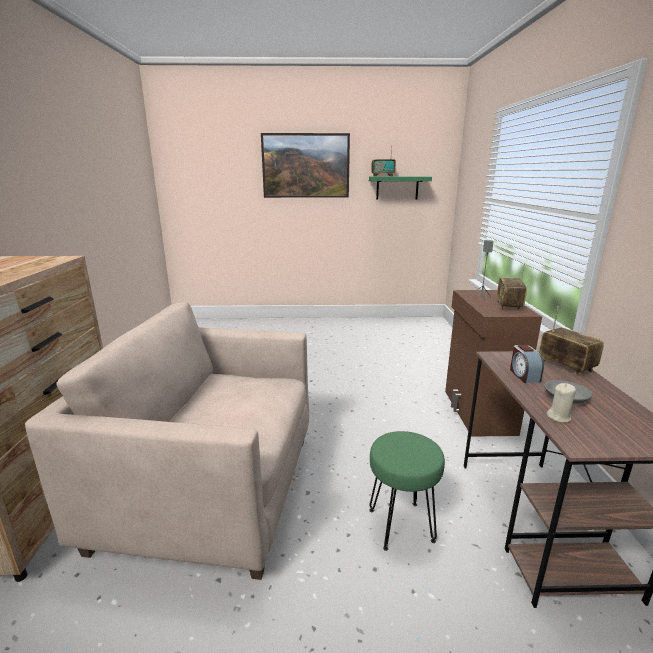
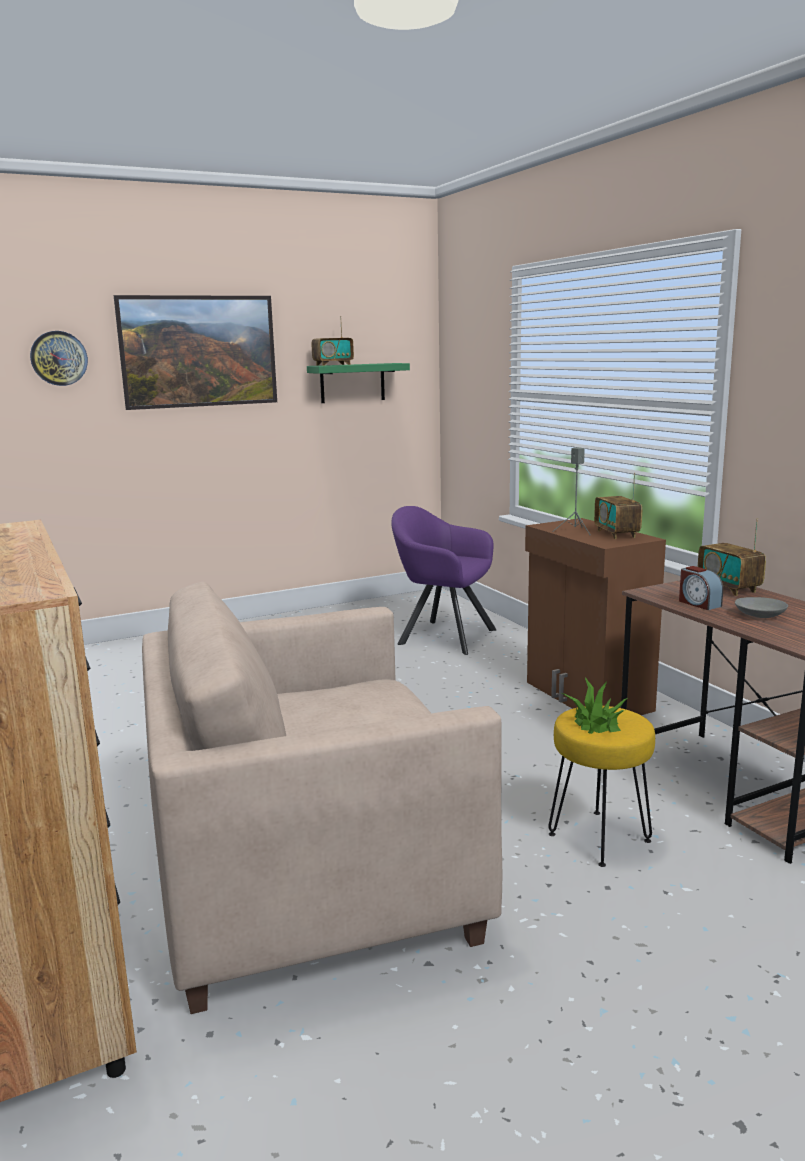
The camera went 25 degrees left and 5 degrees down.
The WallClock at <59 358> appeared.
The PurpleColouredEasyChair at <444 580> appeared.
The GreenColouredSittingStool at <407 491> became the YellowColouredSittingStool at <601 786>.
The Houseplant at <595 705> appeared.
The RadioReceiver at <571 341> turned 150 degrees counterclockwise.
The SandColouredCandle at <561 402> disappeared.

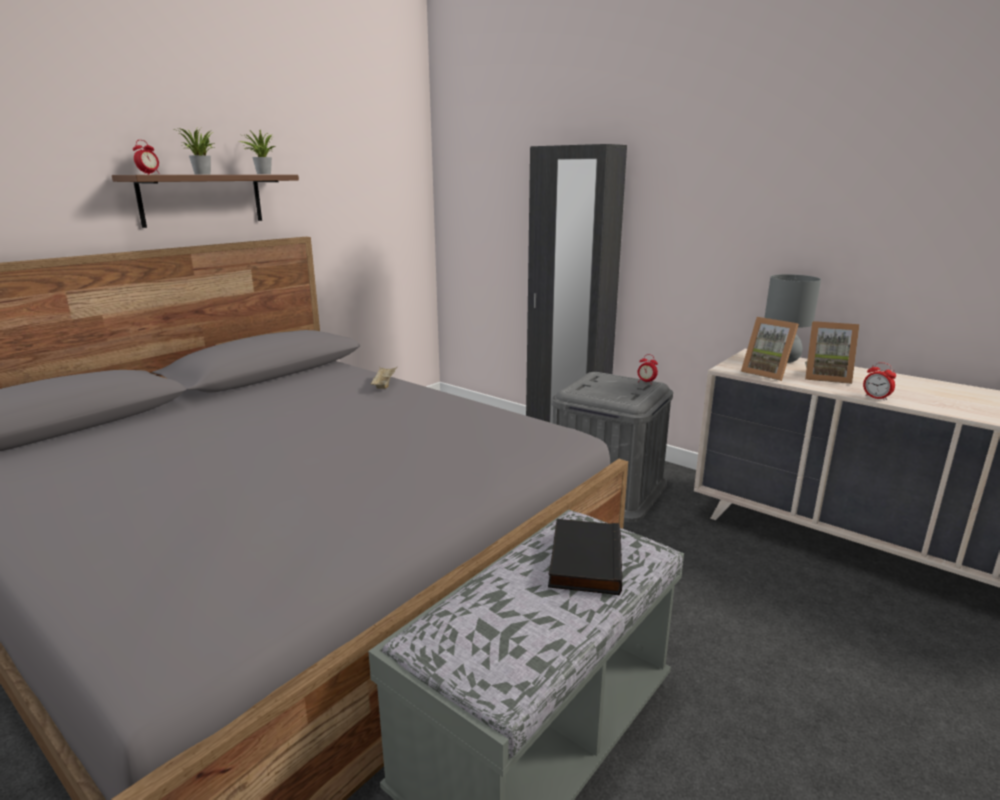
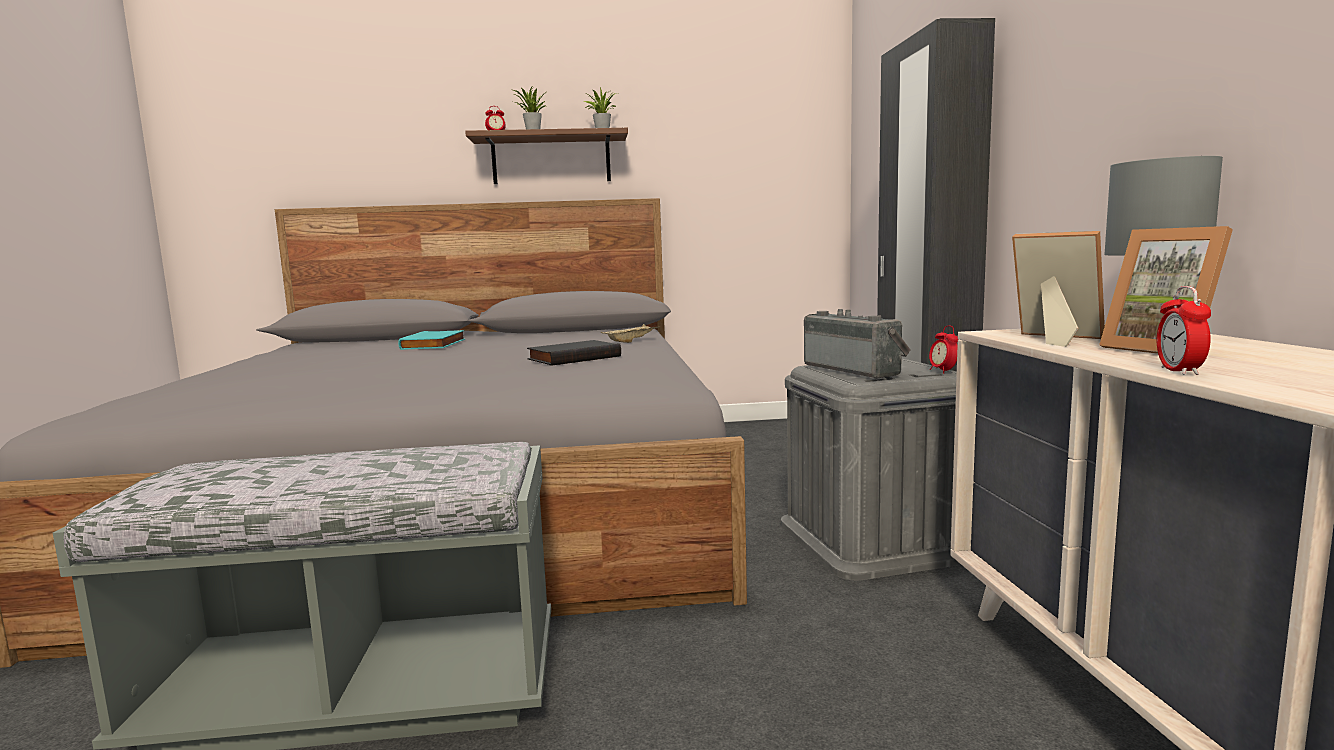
The camera went 45 degrees right and 10 degrees down.
The TurquoiseBook at <431 340> appeared.
The BlackColouredBook moved from <585 557> to <574 353>.
The RadioReceiver at <857 344> appeared.
The PhotoFrame at <770 349> turned 135 degrees clockwise.

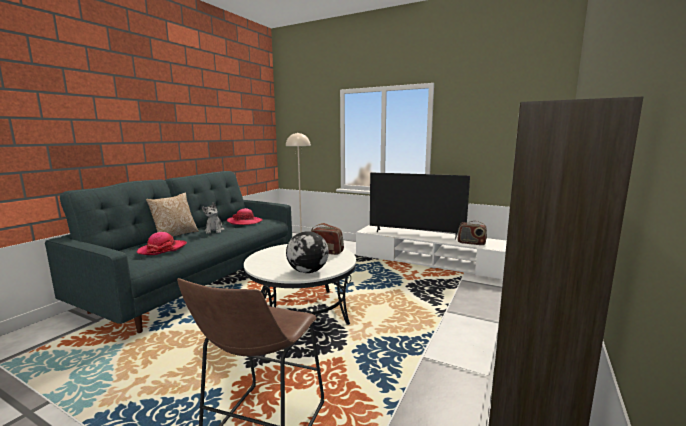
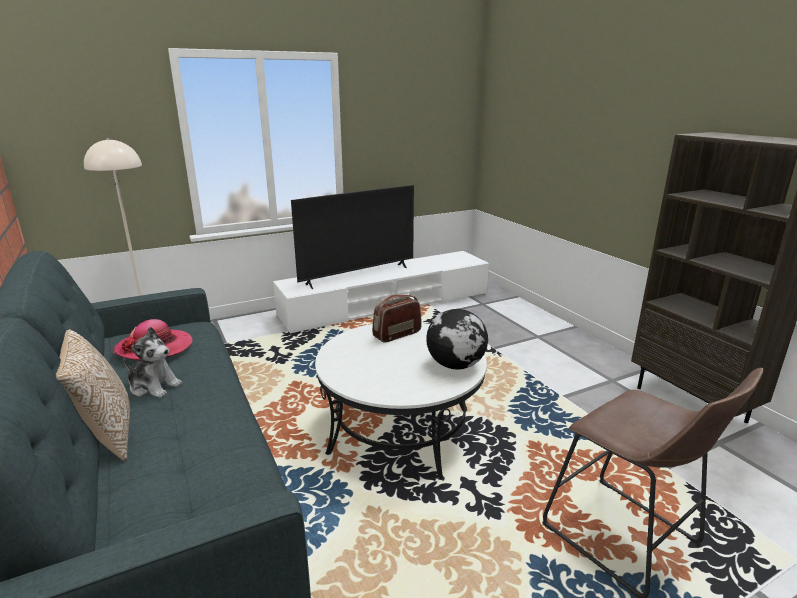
The camera went 55 degrees left and 10 degrees up.
The WearableHat at <162 243> disappeared.
The RadioReceiver at <472 233> disappeared.

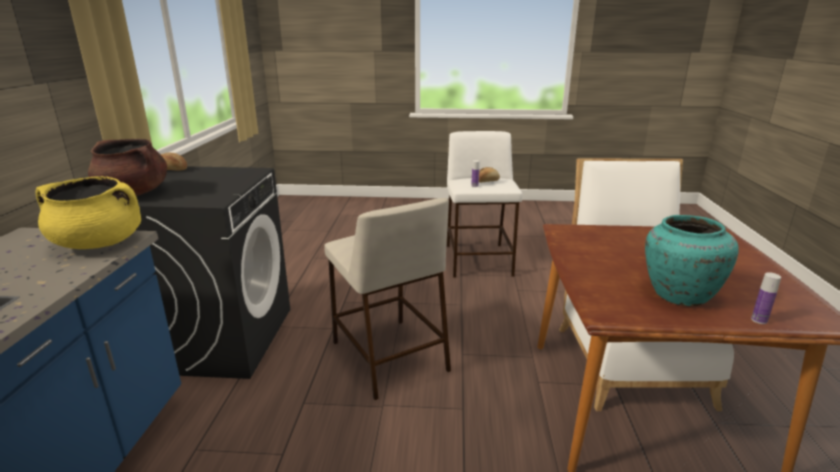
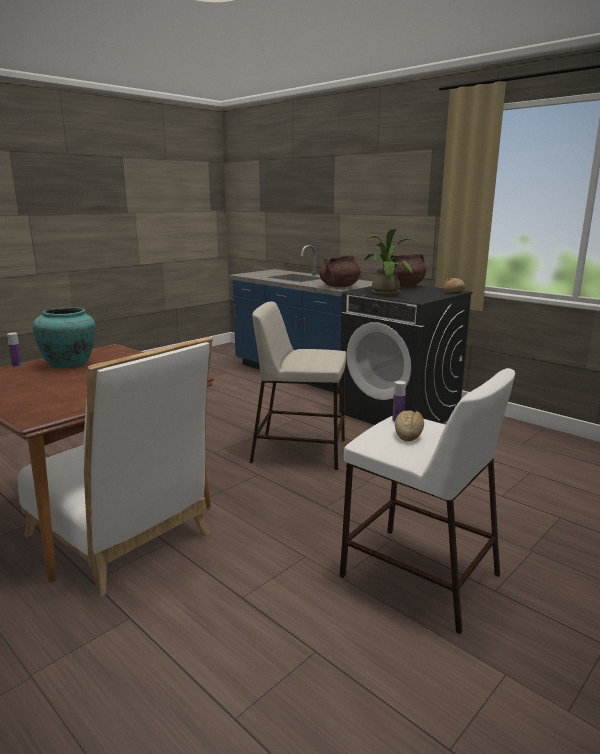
The camera went 130 degrees right and 5 degrees down.
The YellowColouredCookingPot at <88 212> became the BrownCookingPot at <340 271>.
The Houseplant at <390 262> appeared.

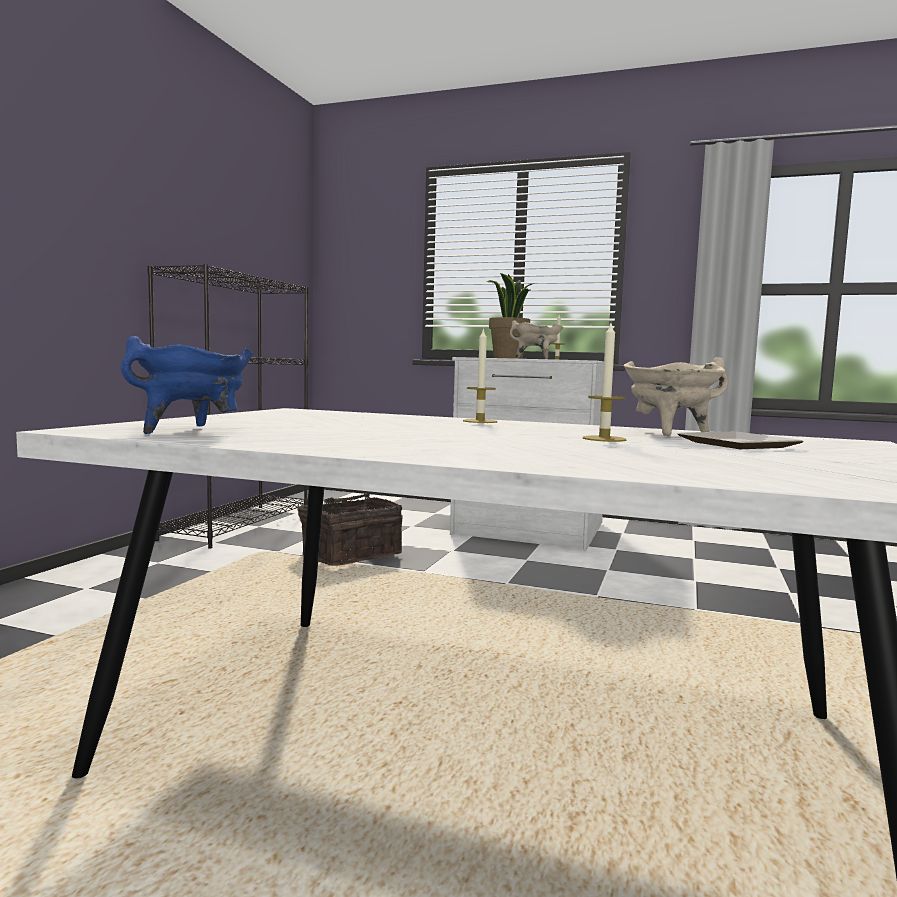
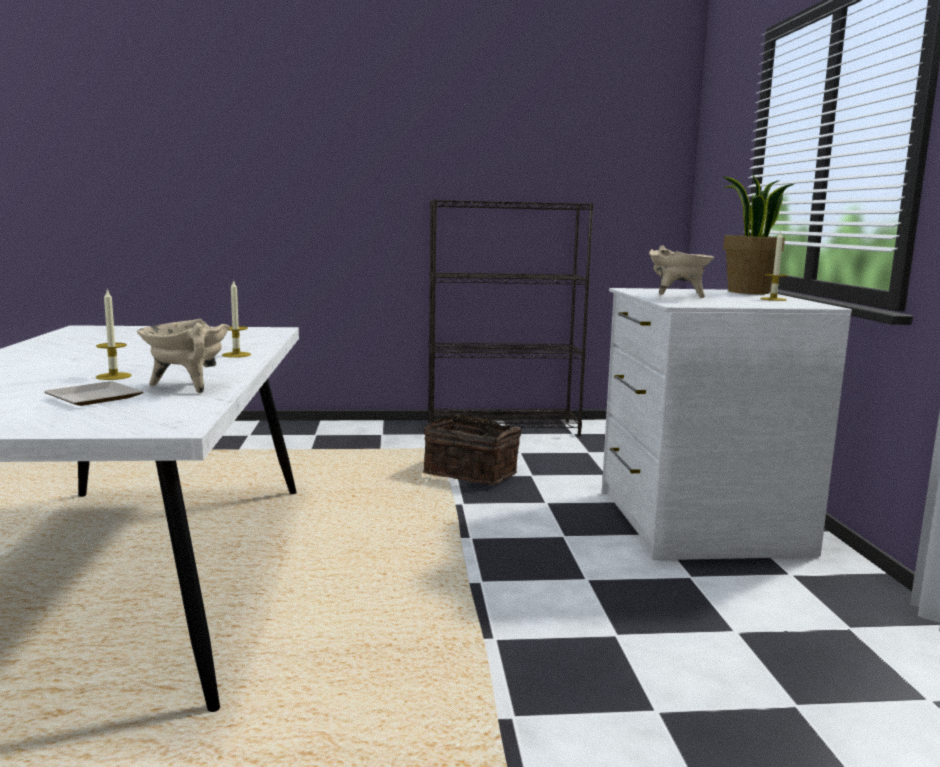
The camera went 65 degrees right and 5 degrees up.
The BluishCookingPot at <187 385> disappeared.

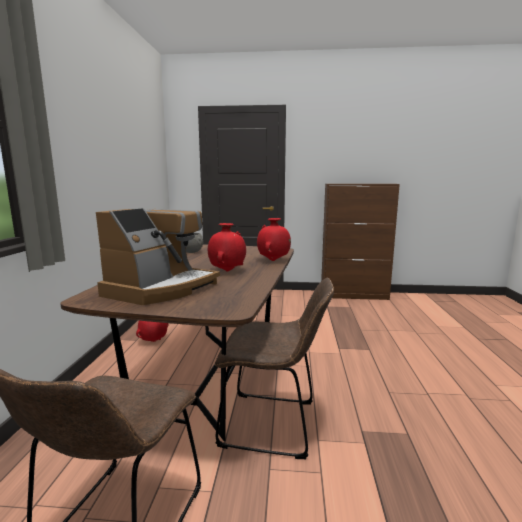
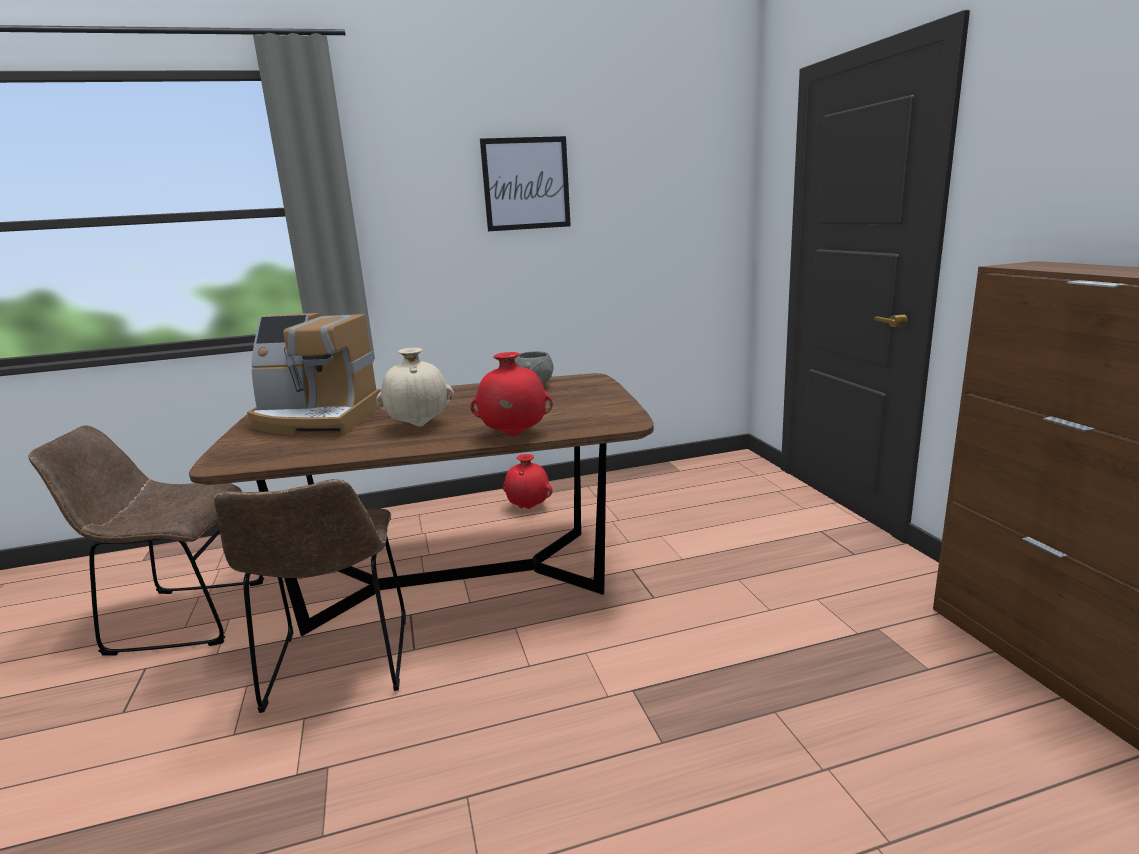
The camera went 70 degrees right and 5 degrees up.
The RedColouredDecorativeVase at <227 247> became the SandColouredDecorativeVase at <415 387>.
The Picture at <525 183> appeared.

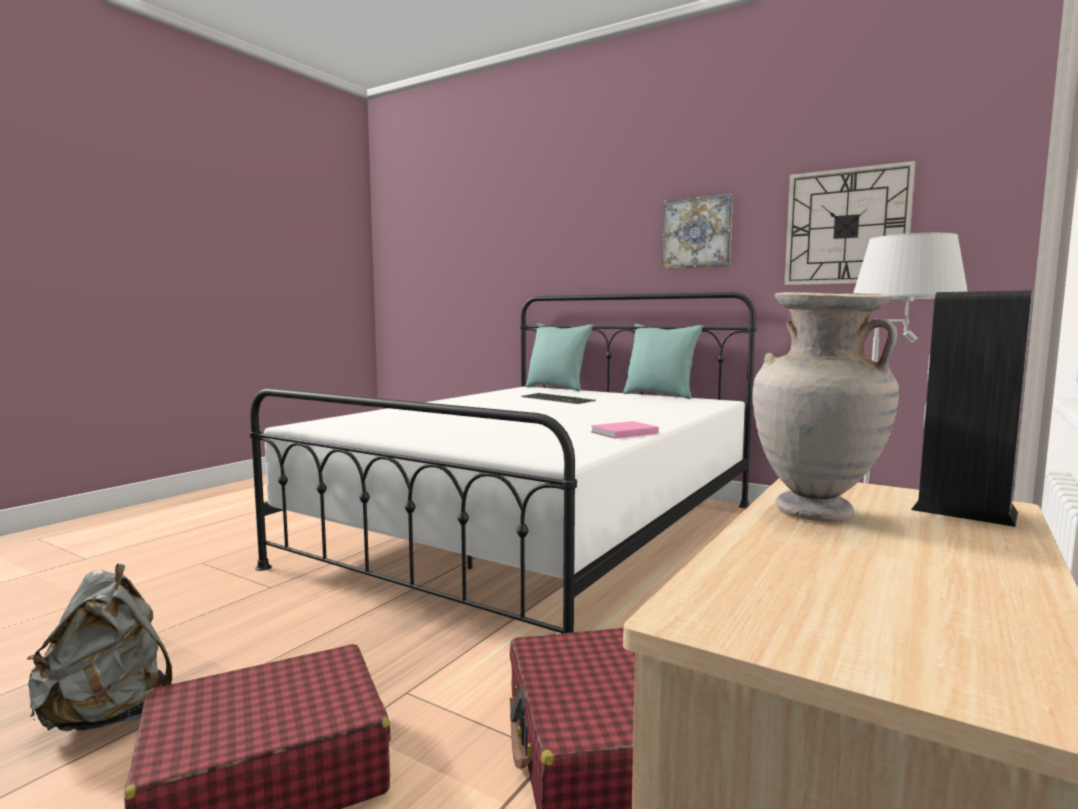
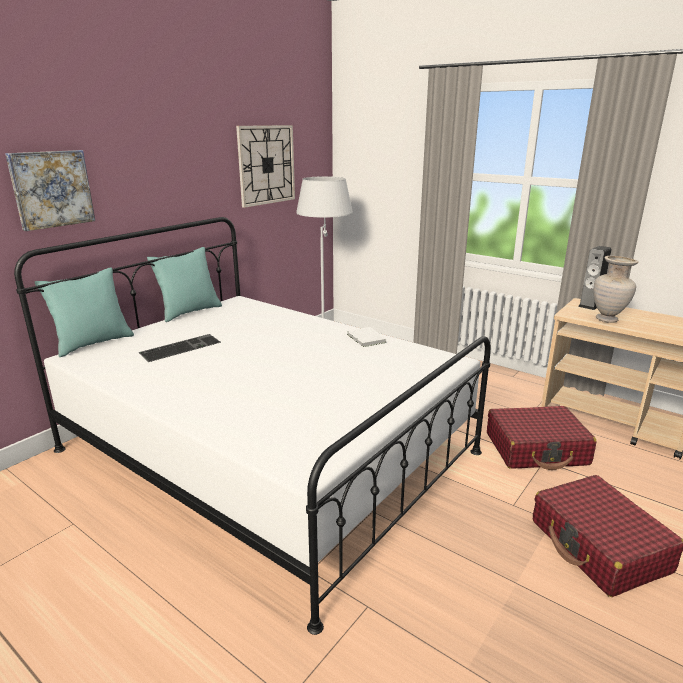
The camera went 85 degrees left and 15 degrees up.
The Picture moved from <697 231> to <50 190>.
The PinkishBook at <625 430> became the WhiteBook at <367 337>.
The GreyKnapsack at <99 648> disappeared.

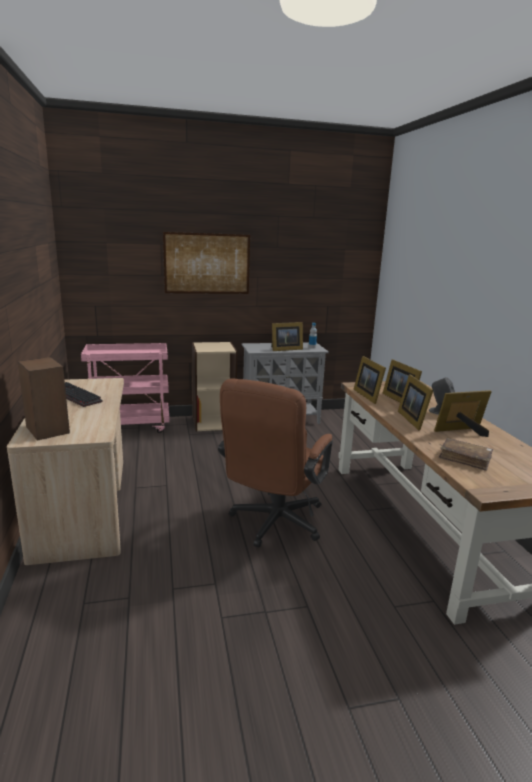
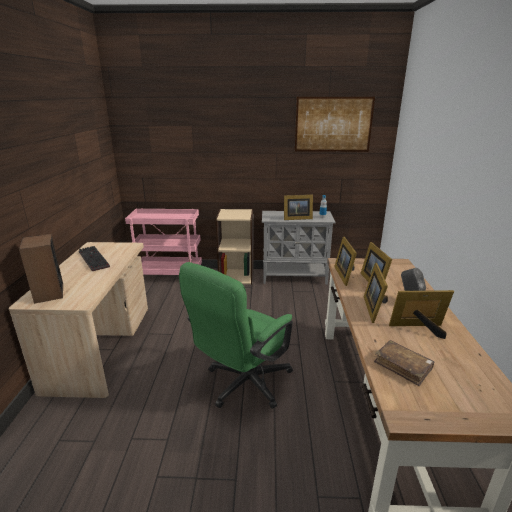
The camera went 15 degrees right and 5 degrees up.
The BrownDeskChair at <275 463> became the GreenColouredDeskChair at <236 335>.
The Picture moved from <206 263> to <335 124>.

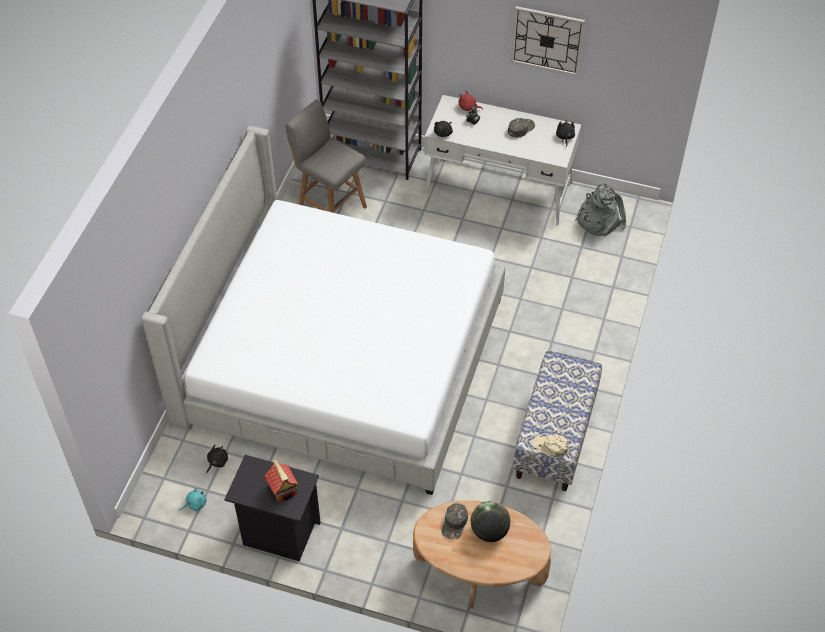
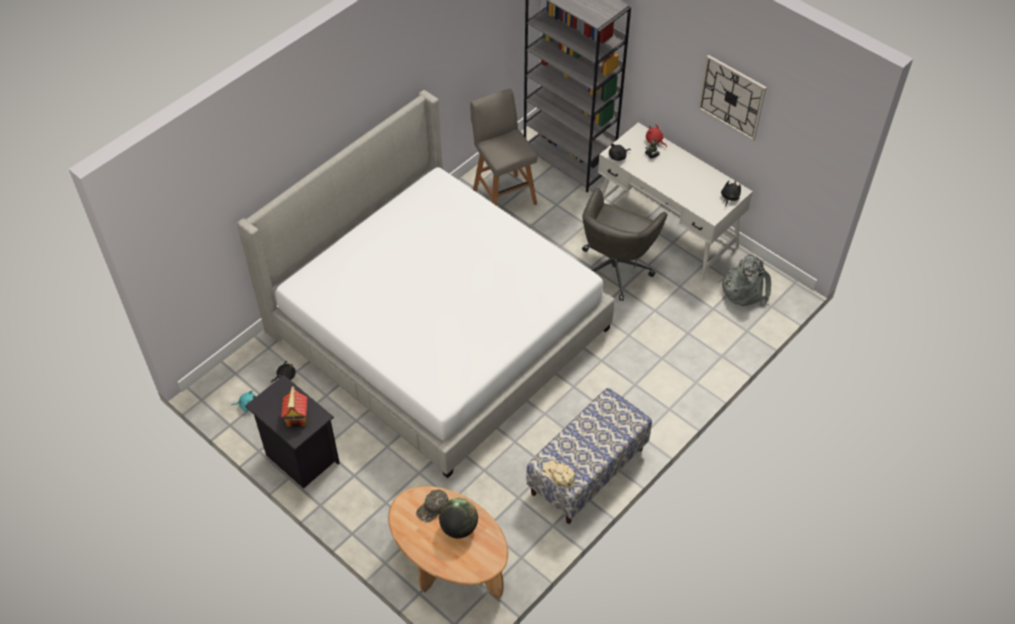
The camera went 25 degrees right and 0 degrees up.
The GreyDeskChair at <624 244> appeared.
The GreenColouredCap at <521 128> disappeared.

